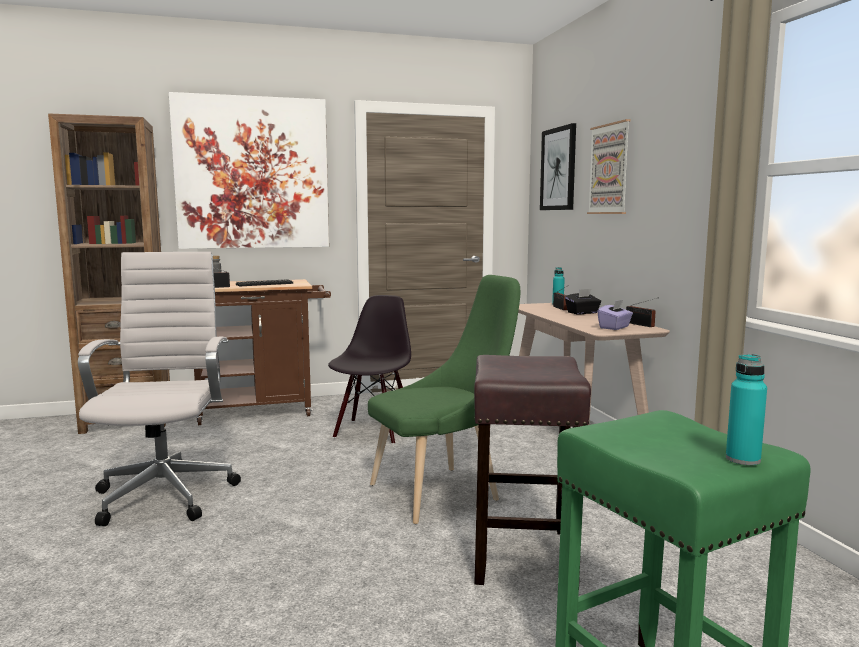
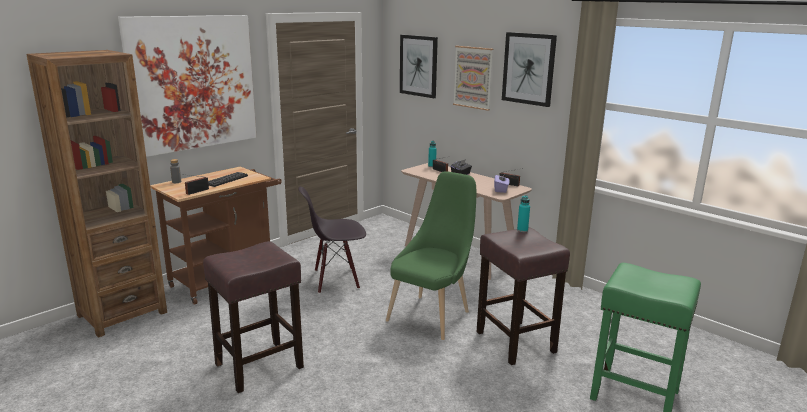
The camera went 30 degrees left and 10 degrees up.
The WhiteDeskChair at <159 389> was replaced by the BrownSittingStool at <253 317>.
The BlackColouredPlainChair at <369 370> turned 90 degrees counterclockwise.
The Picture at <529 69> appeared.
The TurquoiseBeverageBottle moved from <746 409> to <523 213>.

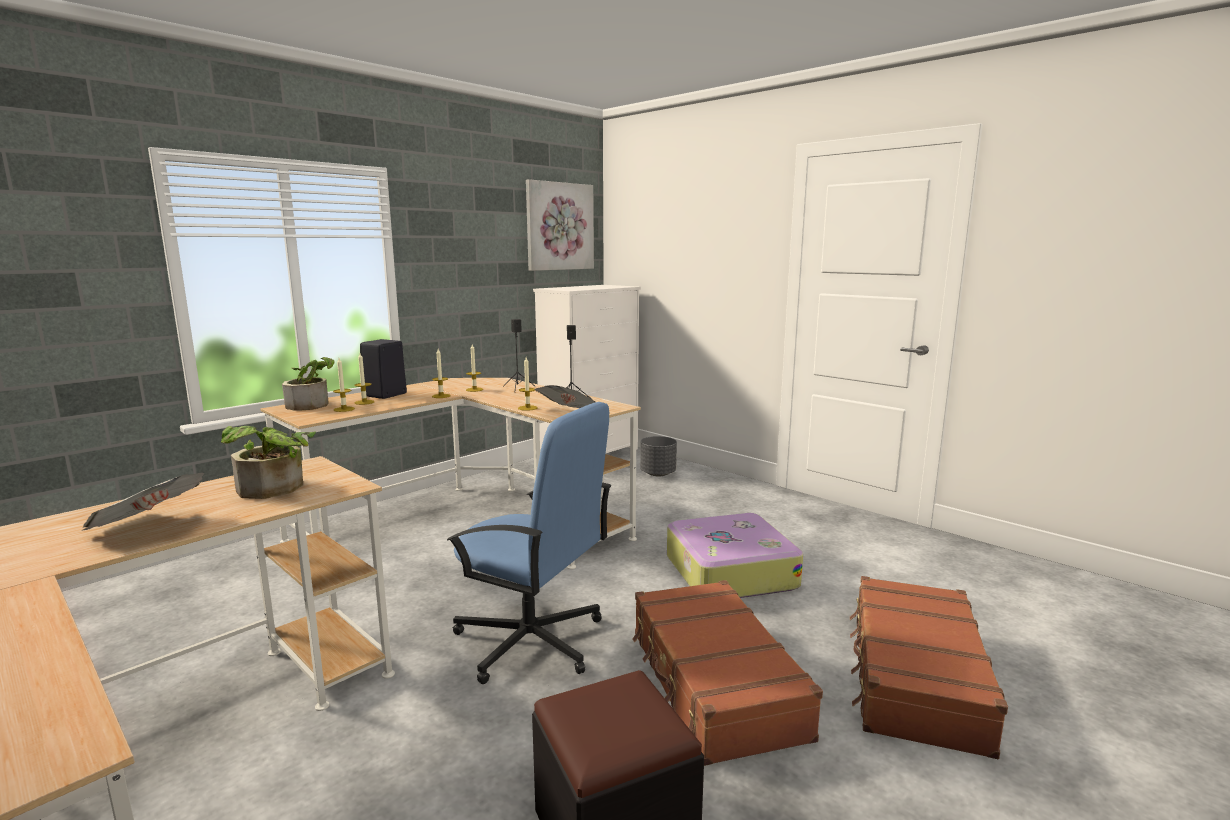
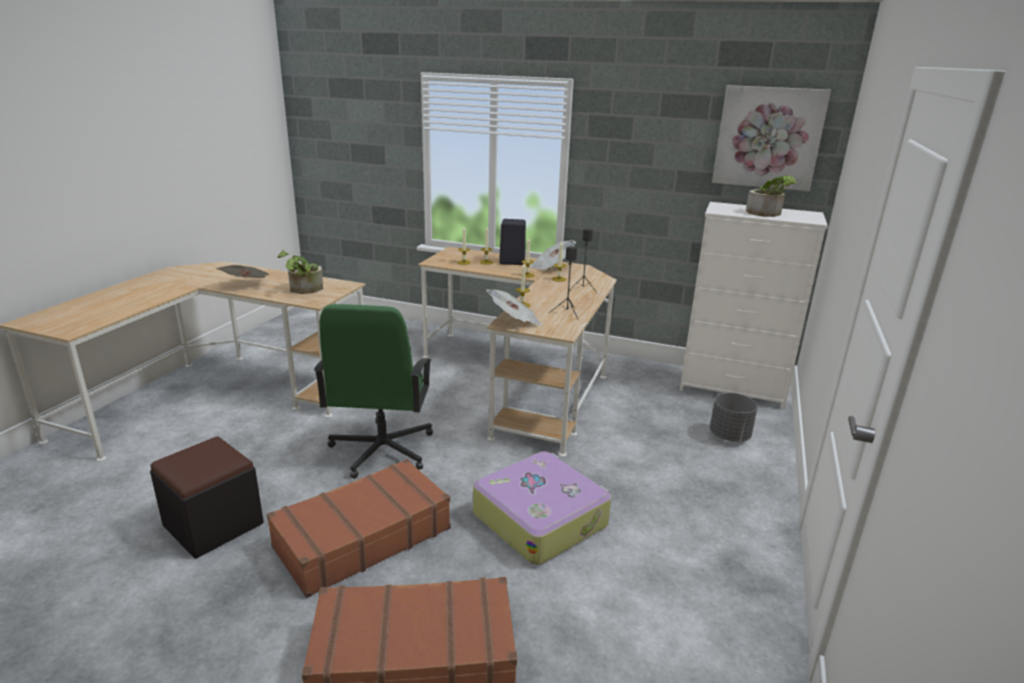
The camera went 65 degrees right and 10 degrees up.
The BluishDeskChair at <529 543> became the GreenColouredDeskChair at <373 391>.
The PrintedPaper at <552 255> appeared.
The Houseplant moved from <308 384> to <771 196>.

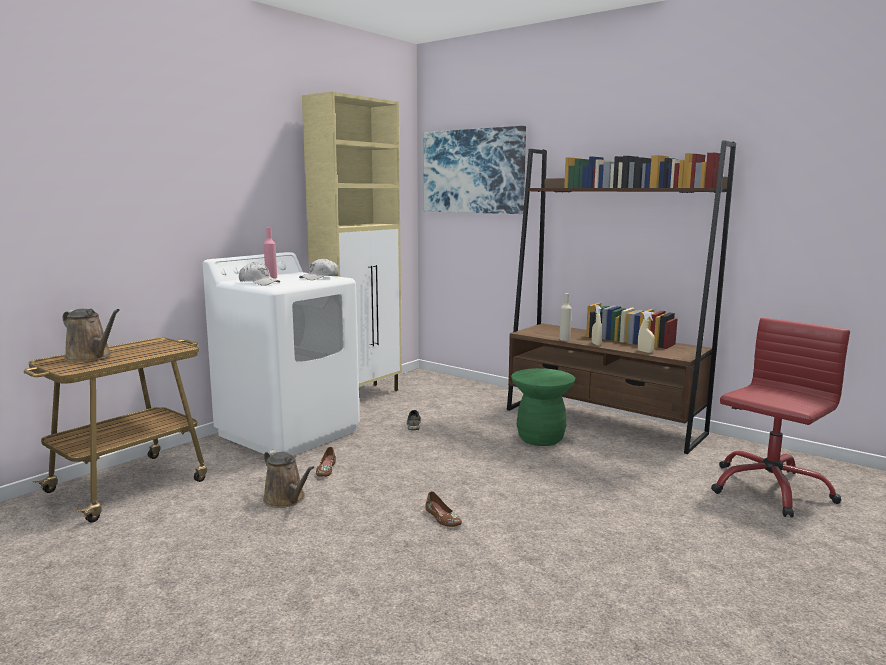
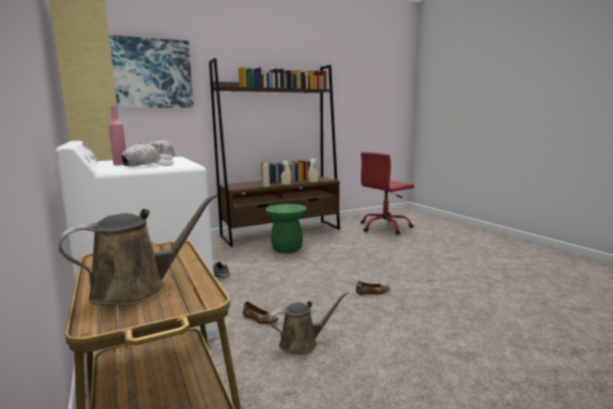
The camera went 65 degrees left and 0 degrees up.
The RedColouredDeskChair at <780 417> turned 105 degrees counterclockwise.

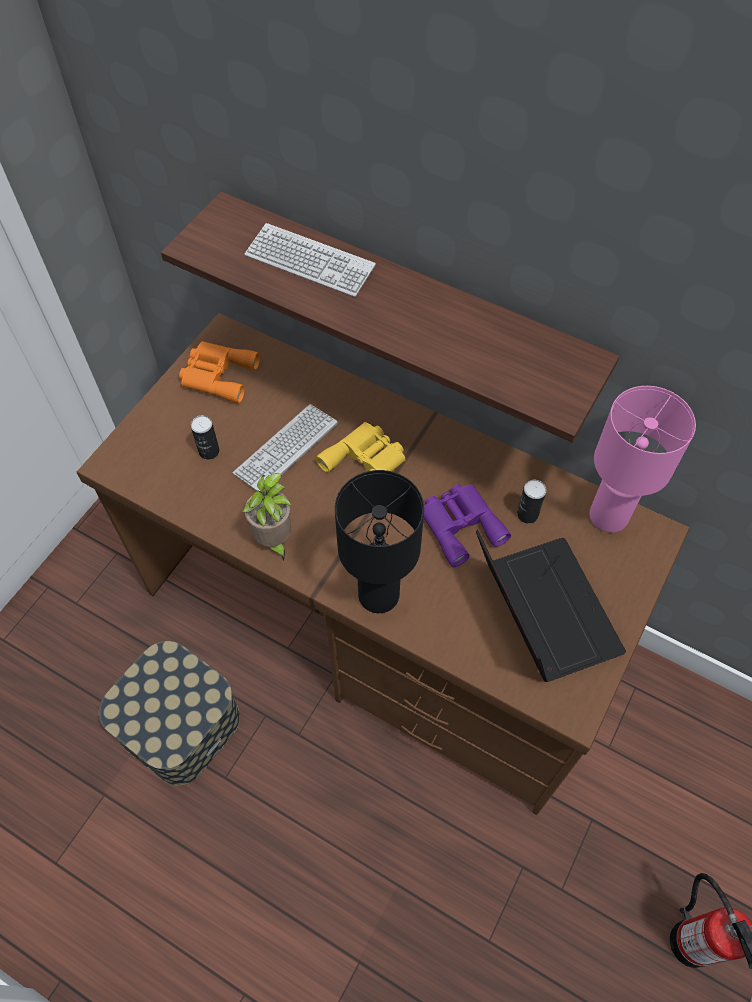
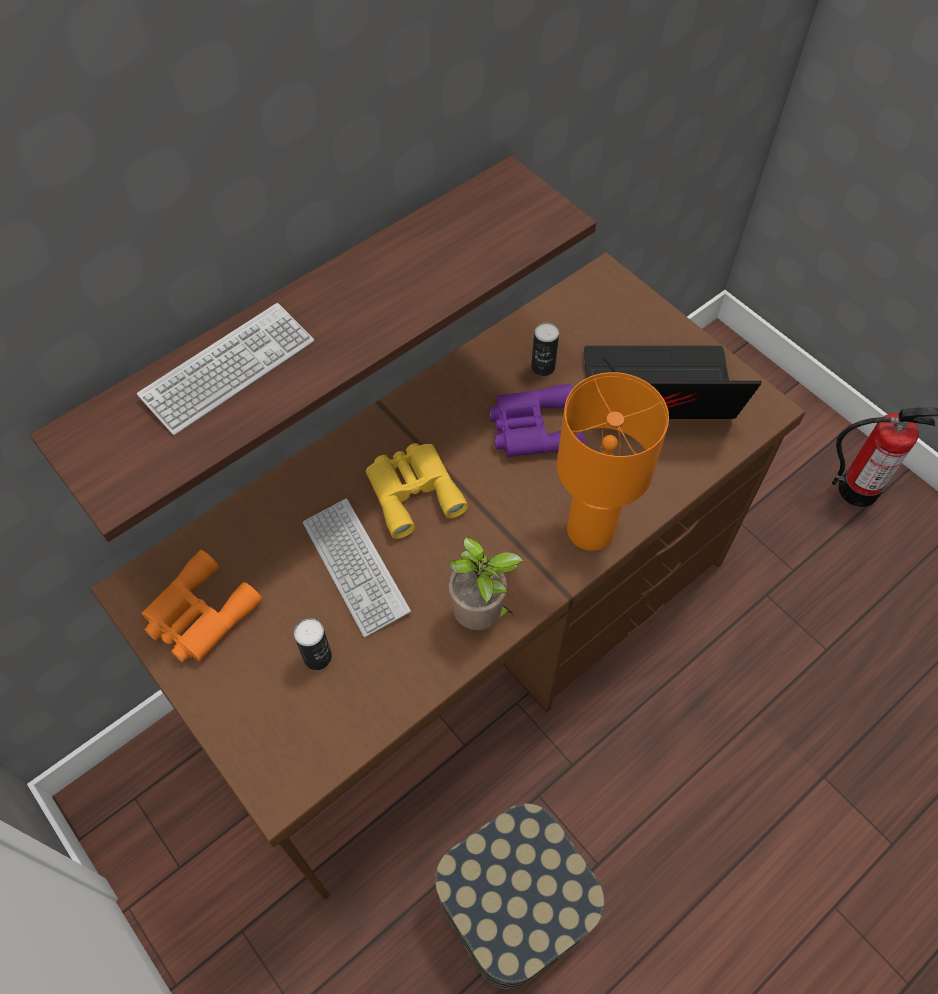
The camera went 70 degrees left and 0 degrees up.
The BlackColouredTabletopLamp at <379 541> became the OrangeyTabletopLamp at <613 461>.
The PinkishTabletopLamp at <643 459> disappeared.

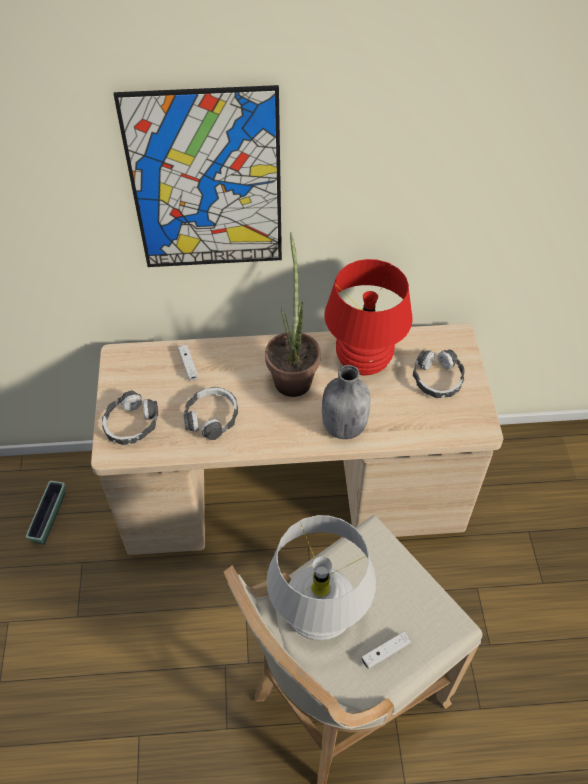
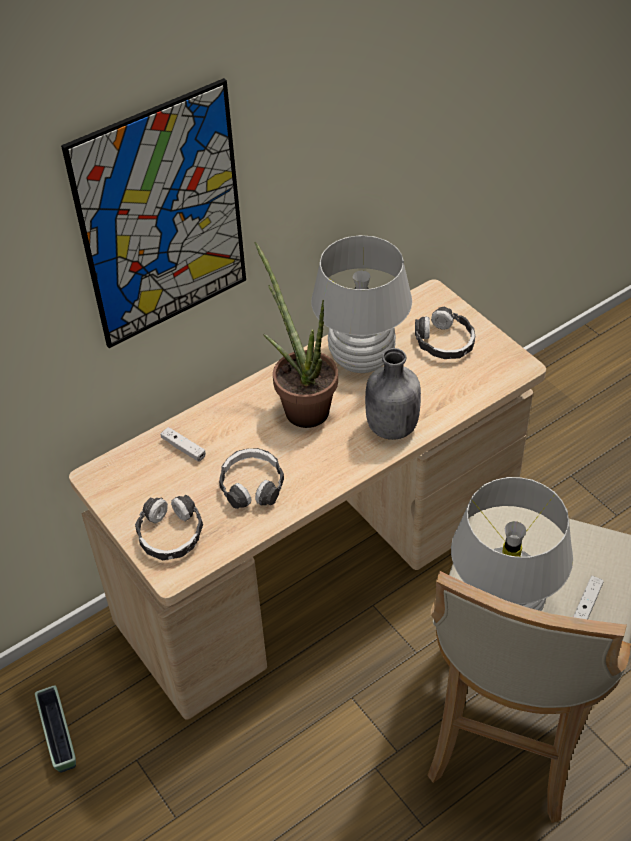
The camera went 30 degrees left and 5 degrees down.
The RedColouredTabletopLamp at <368 317> became the WhiteTabletopLamp at <361 304>.

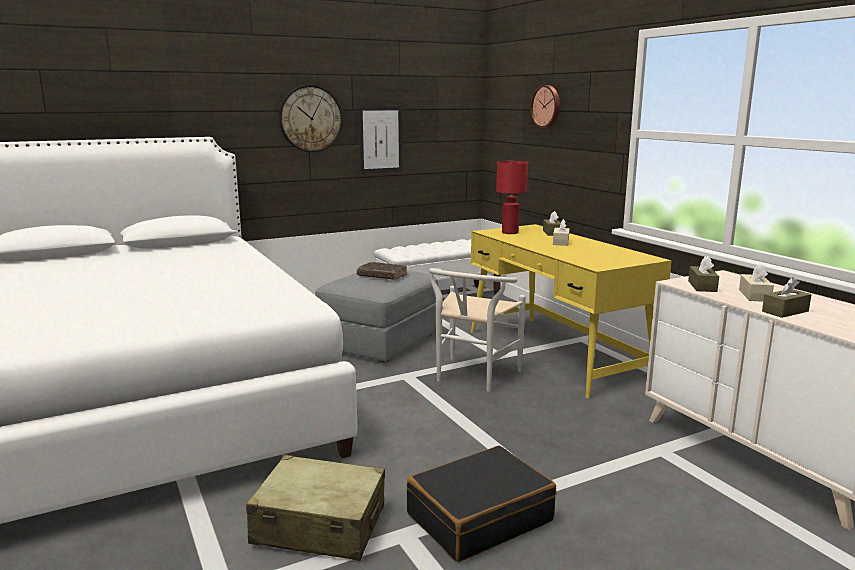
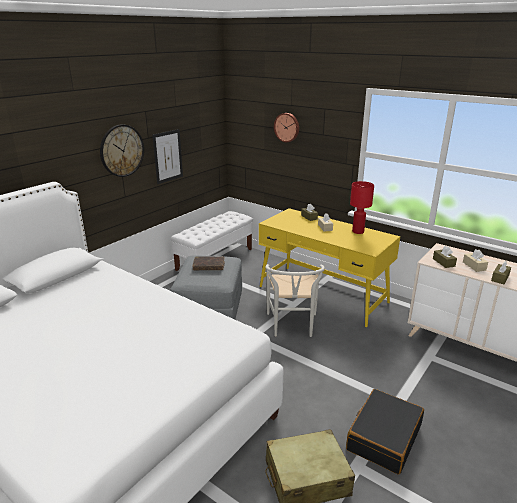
The camera went 25 degrees left and 10 degrees up.
The RedColouredTabletopLamp moved from <512 197> to <362 207>.

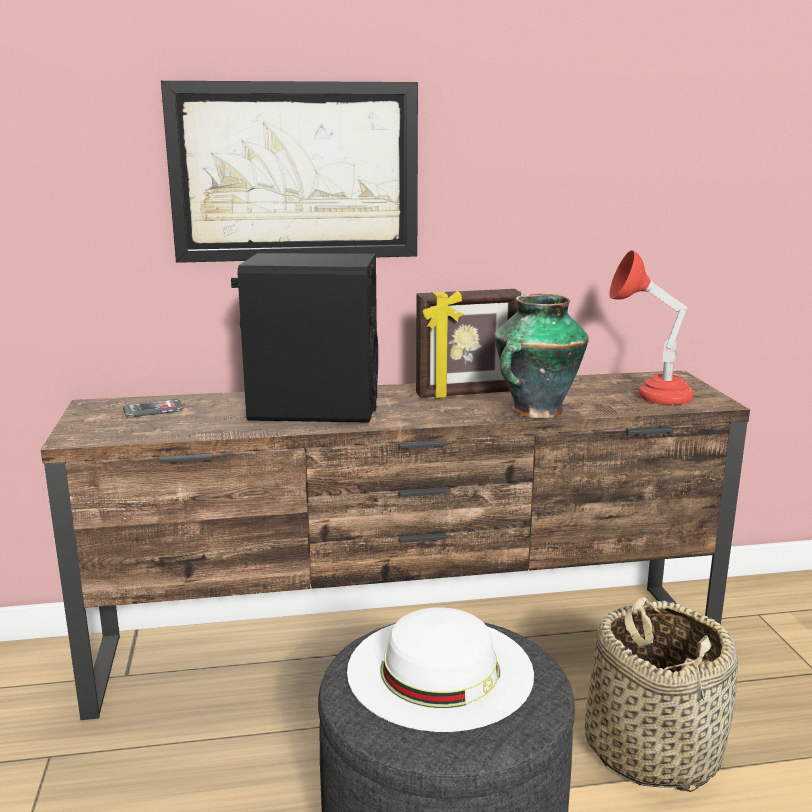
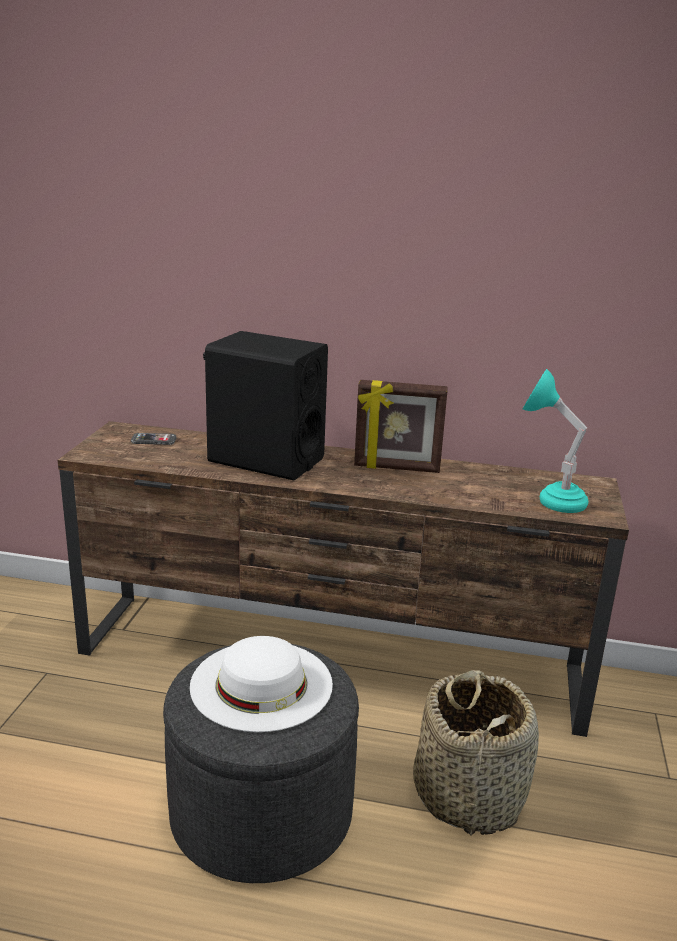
The camera went 20 degrees right and 5 degrees up.
The RedColouredTabletopLamp at <651 327> became the TurquoiseTabletopLamp at <555 441>.
The Picture at <289 172> disappeared.
The DecorativeVase at <541 356> disappeared.

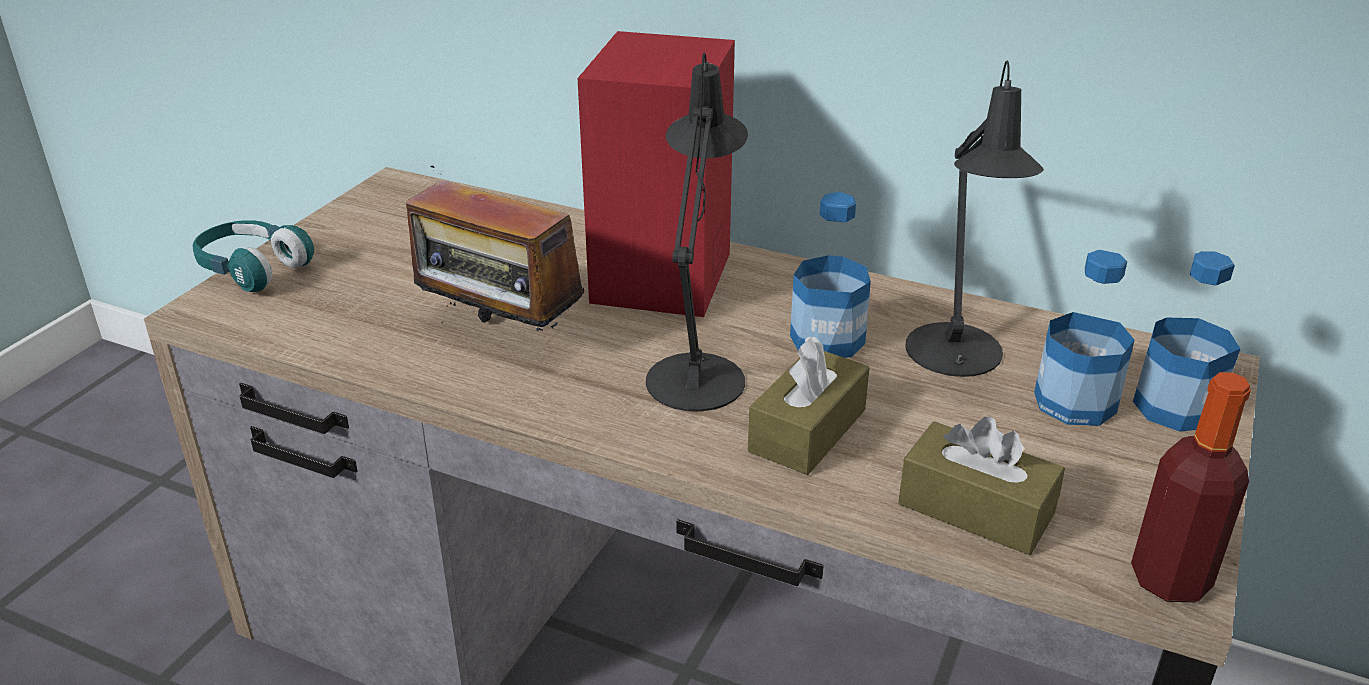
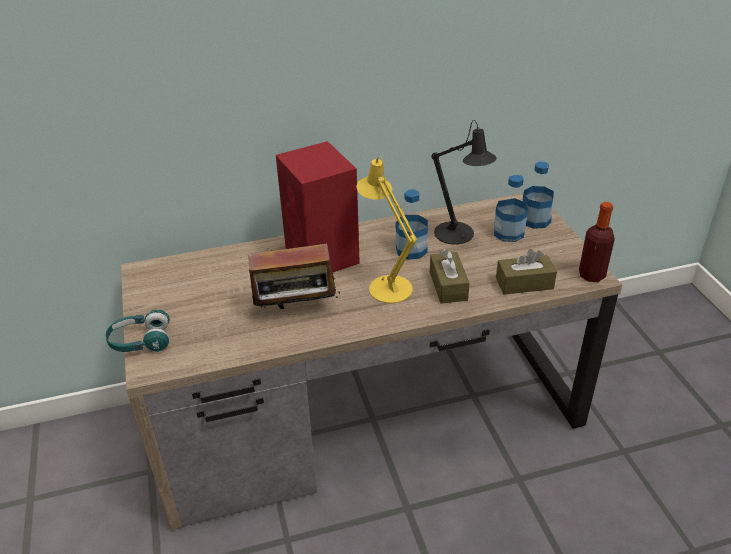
The camera went 40 degrees left and 5 degrees up.
The BlackColouredTabletopLamp at <697 232> became the YellowColouredTabletopLamp at <387 229>.

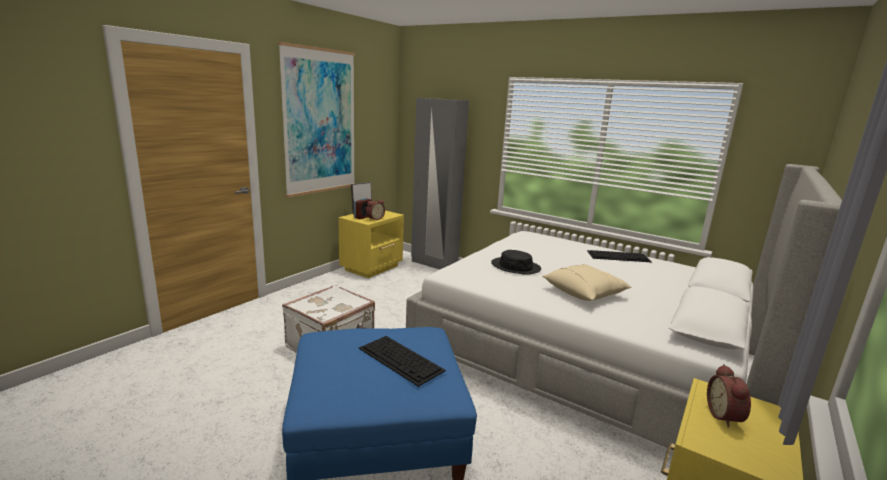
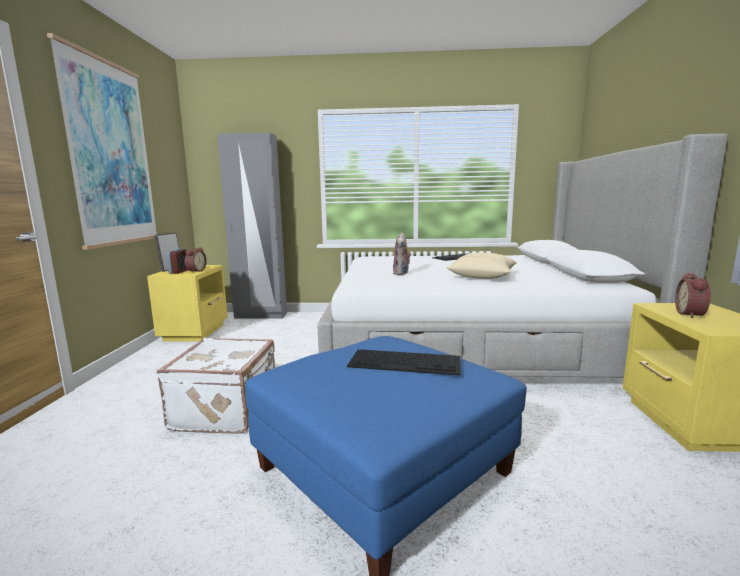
The camera went 30 degrees left and 5 degrees down.
The BlackColouredWearableHat at <516 262> was replaced by the CuddlyToy at <402 254>.
The TableClock at <729 396> turned 45 degrees clockwise.

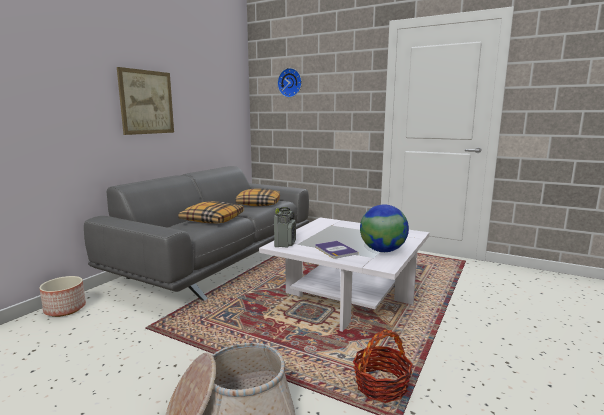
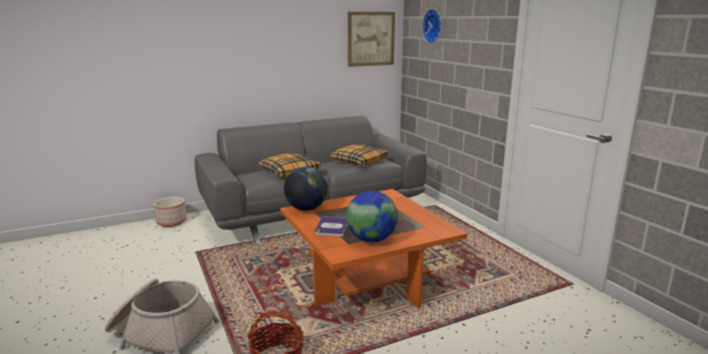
The camera went 35 degrees right and 5 degrees up.
The WhiteLoungeTable at <344 274> became the OrangeyLoungeTable at <374 248>.
The RadioReceiver at <285 227> was replaced by the WorldGlobe at <306 189>.
The Picture moved from <145 101> to <371 39>.

